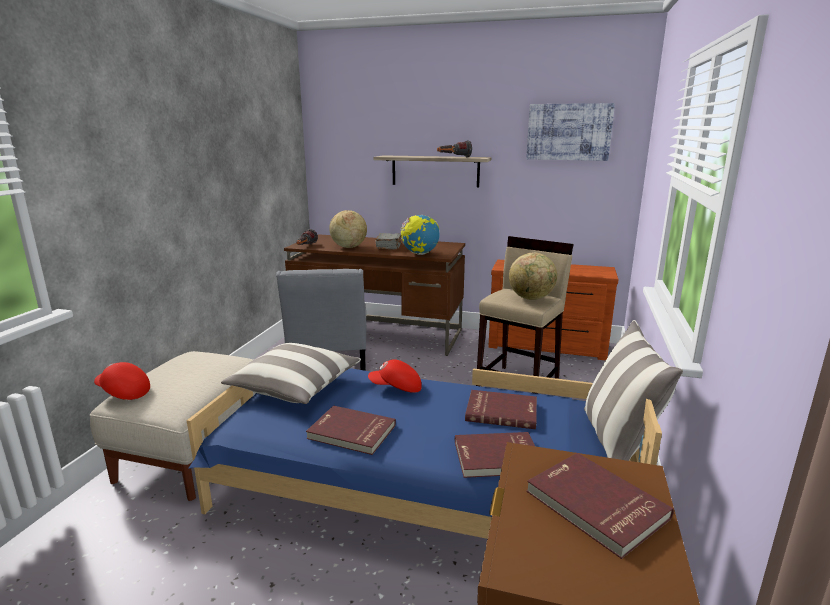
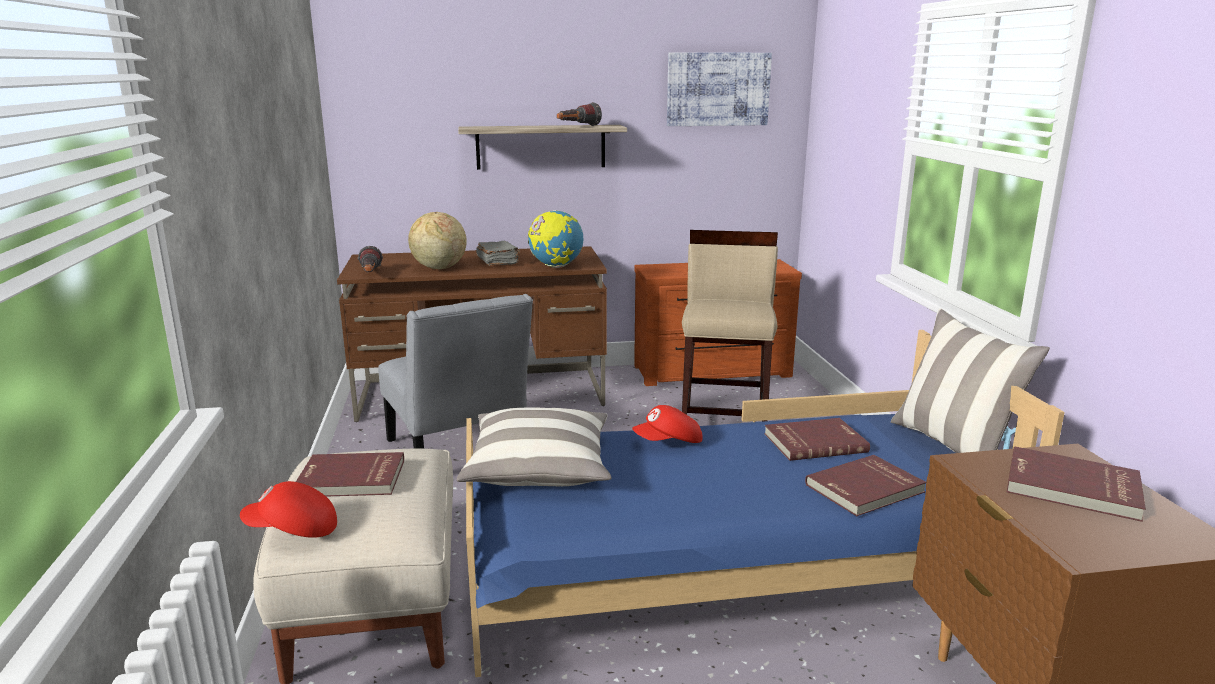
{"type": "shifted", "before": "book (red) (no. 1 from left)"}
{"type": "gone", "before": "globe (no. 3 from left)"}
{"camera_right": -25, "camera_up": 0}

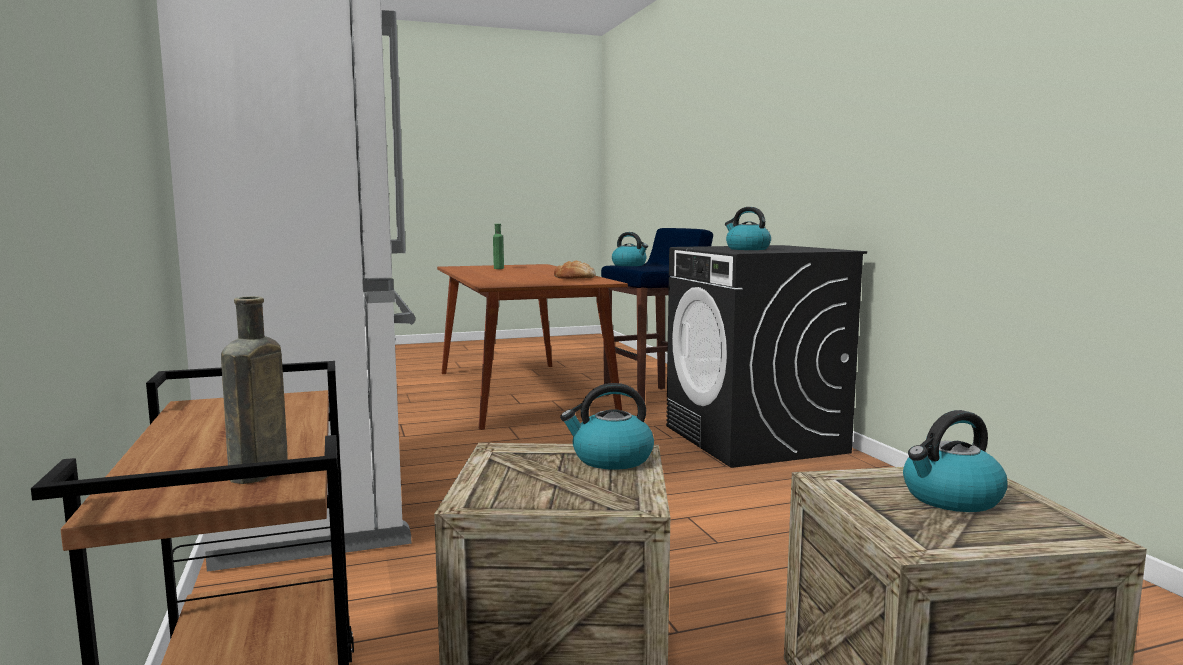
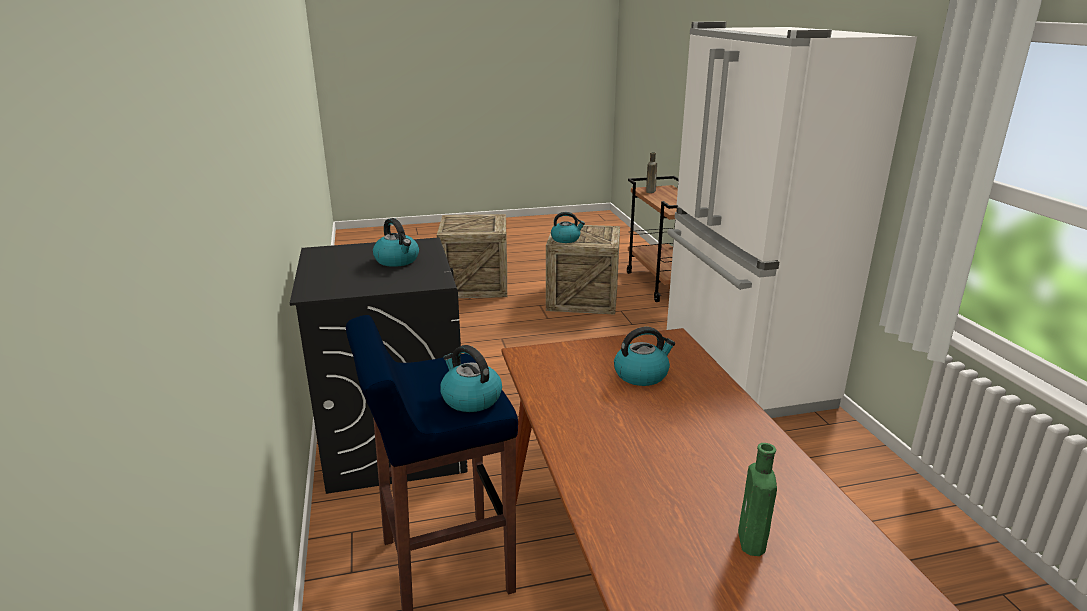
{"type": "gone", "before": "bread"}
{"type": "shifted", "before": "kettle (no. 4 from left)"}
{"camera_right": -175, "camera_up": 15}

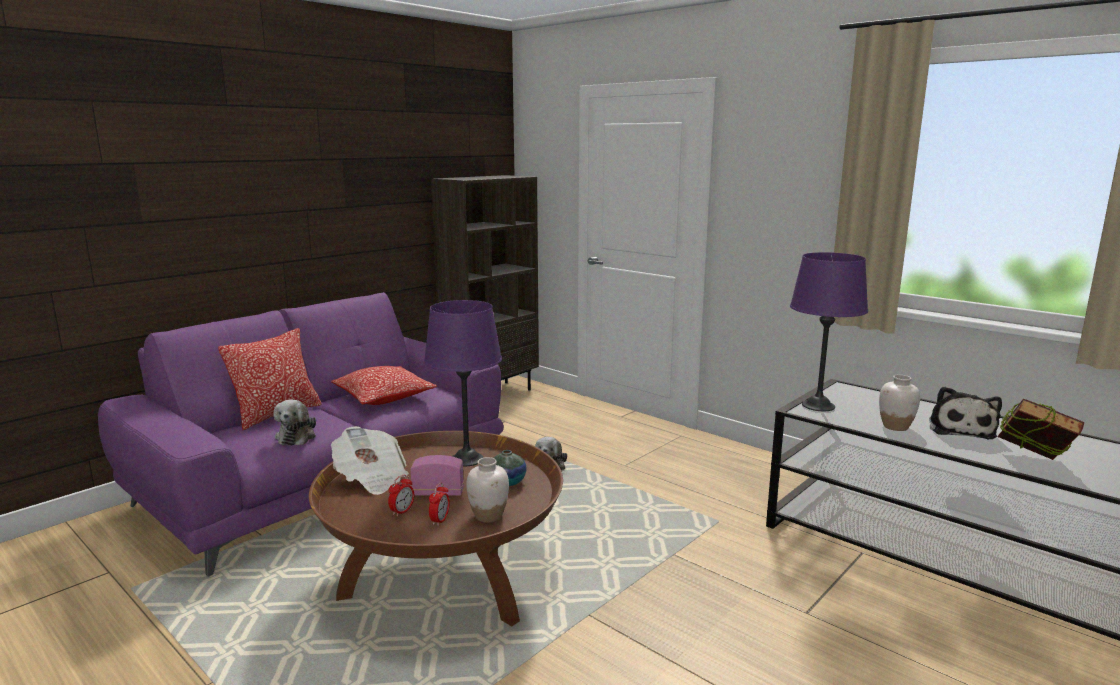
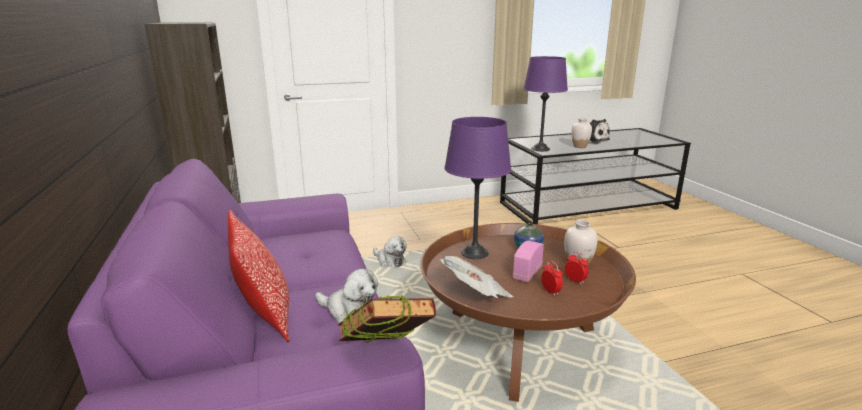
{"type": "gone", "before": "pillow (no. 2 from left)"}
{"type": "shifted", "before": "book"}
{"camera_right": -60, "camera_up": 5}

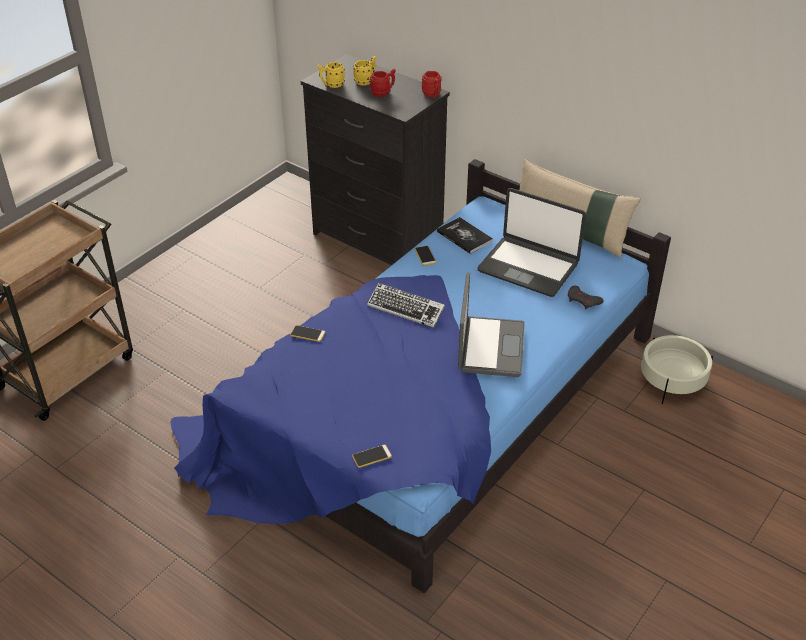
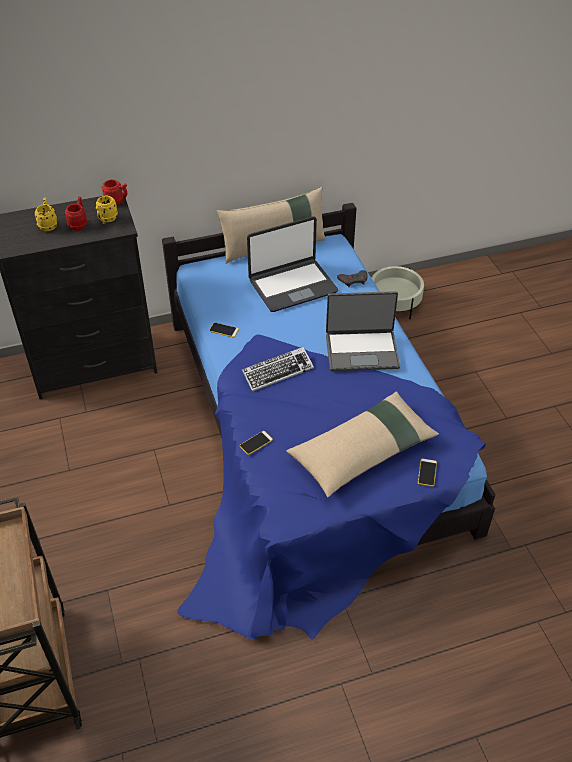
{"type": "shifted", "before": "mug (yellow) (no. 1 from left in the first image)", "after": "mug (yellow) (no. 2 from left)"}
{"type": "gone", "before": "book"}
{"type": "rotated", "before": "laptop (no. 1 from left in the first image)", "turn": 135}
{"type": "new", "after": "pillow (beige) (no. 2 from left)"}
{"camera_right": -55, "camera_up": 5}

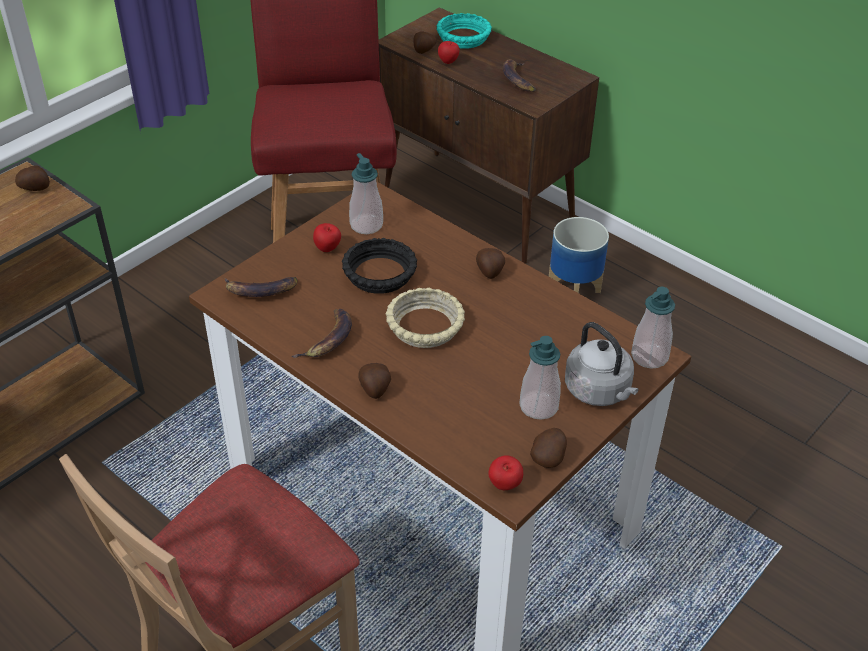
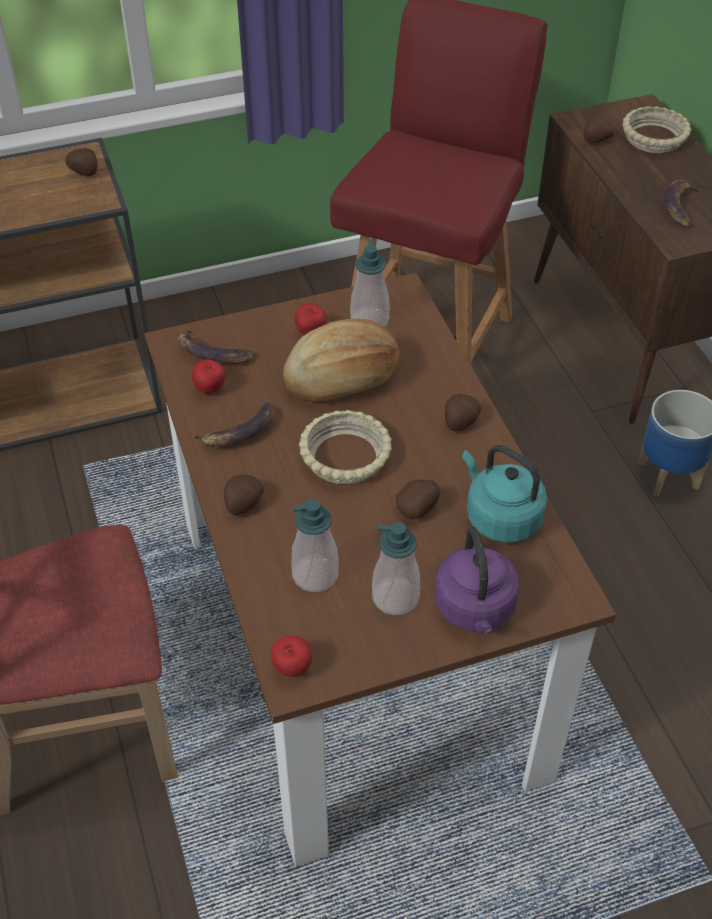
{"type": "swapped", "before": "bowl (black)", "after": "bread"}
{"type": "repainted", "before": "bowl (turquoise)", "after": "bowl (beige) (no. 2 from left)"}
{"type": "shifted", "before": "apple (no. 2 from left in the first image)", "after": "apple (no. 1 from left)"}
{"type": "shifted", "before": "potato (no. 5 from left in the first image)", "after": "potato (no. 3 from left)"}
{"type": "repainted", "before": "kettle (grey)", "after": "kettle (purple)"}
{"type": "shifted", "before": "soap dispenser (no. 3 from left in the first image)", "after": "soap dispenser (no. 1 from left)"}
{"type": "new", "after": "kettle (turquoise)"}
{"camera_right": 30, "camera_up": 5}

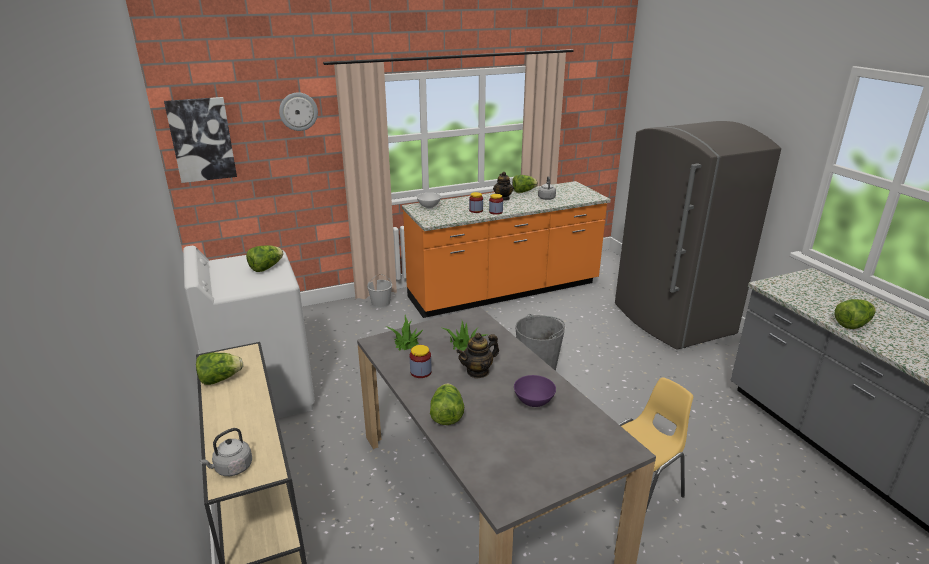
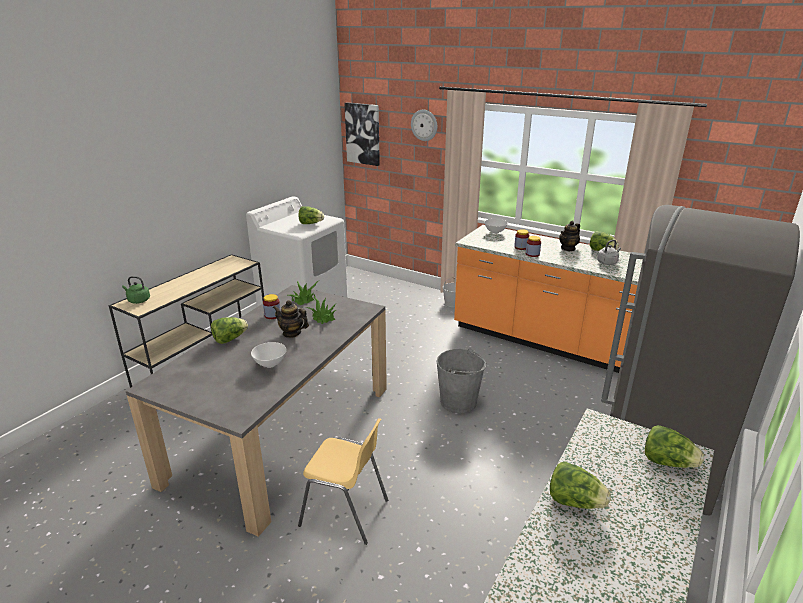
{"type": "shifted", "before": "lettuce (no. 1 from left in the first image)", "after": "lettuce (no. 5 from left)"}
{"type": "repainted", "before": "kettle (grey) (no. 1 from left)", "after": "kettle (green)"}
{"type": "repainted", "before": "bowl (purple)", "after": "bowl (white) (no. 1 from left)"}
{"camera_right": 55, "camera_up": 0}

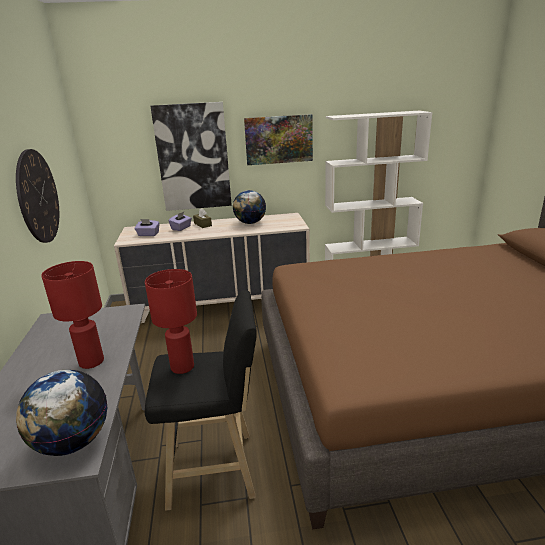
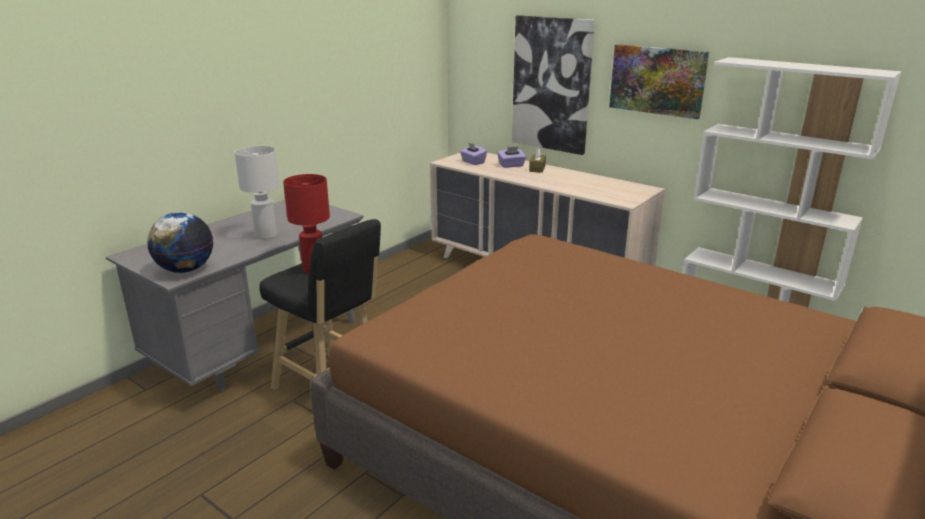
{"type": "gone", "before": "wall clock"}
{"type": "repainted", "before": "table lamp (red) (no. 1 from left)", "after": "table lamp (white)"}
{"type": "gone", "before": "globe (no. 2 from left)"}
{"camera_right": 45, "camera_up": 0}

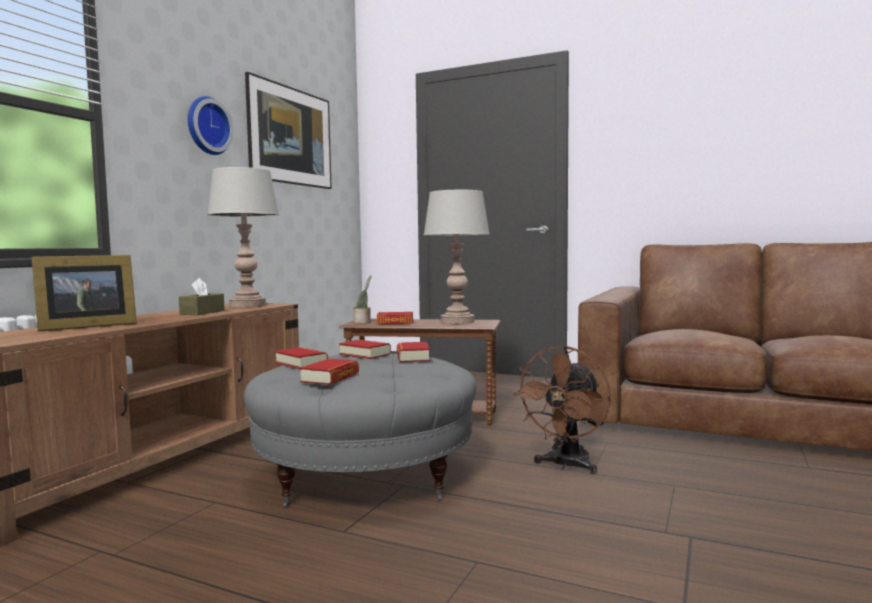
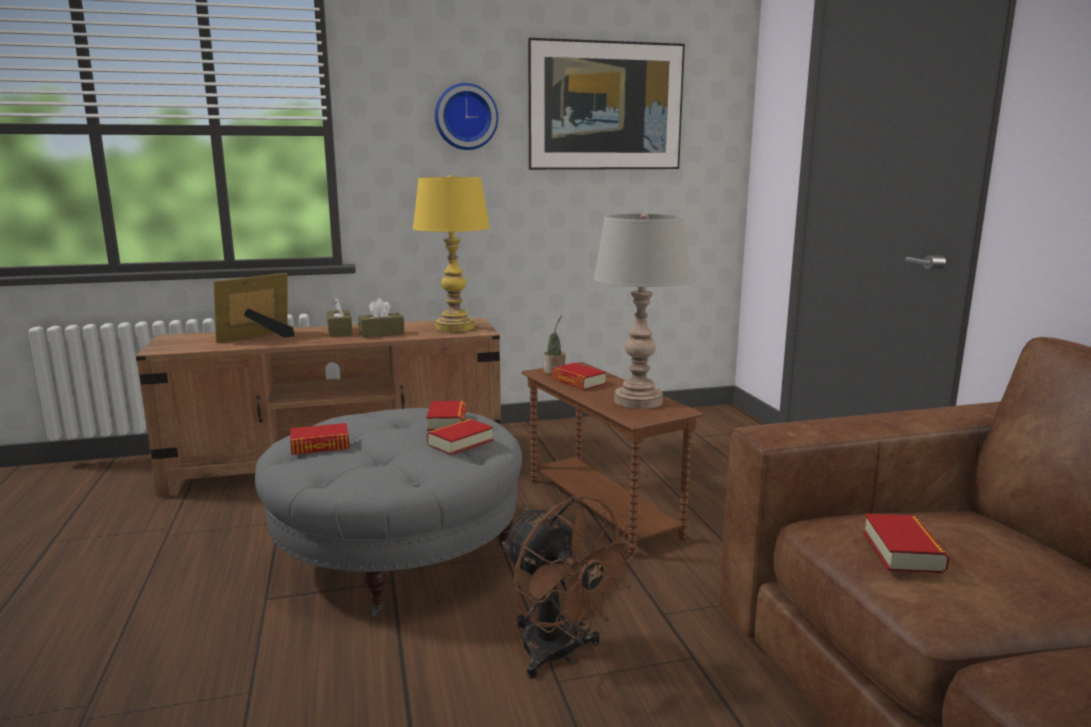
{"type": "rotated", "before": "picture frame", "turn": 120}
{"type": "repainted", "before": "table lamp (grey) (no. 1 from left)", "after": "table lamp (yellow)"}
{"type": "shifted", "before": "book (no. 1 from left in the first image)", "after": "book (no. 5 from left)"}
{"type": "rotated", "before": "fan (brown)", "turn": -120}
{"type": "new", "after": "tissue box (brown) (no. 1 from left)"}
{"camera_right": 50, "camera_up": 10}

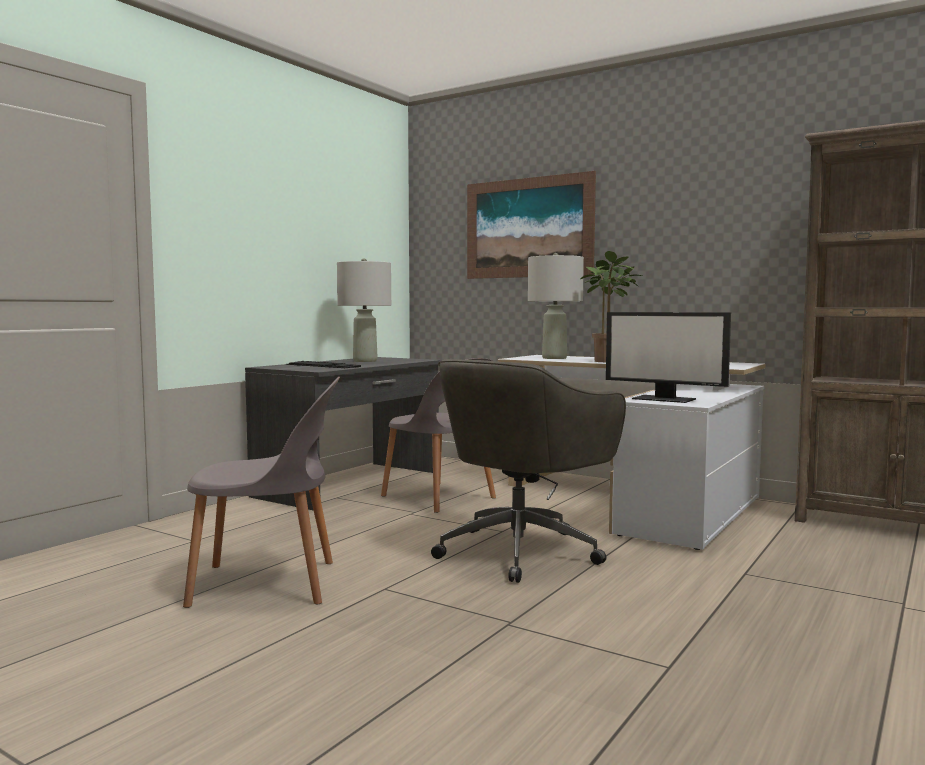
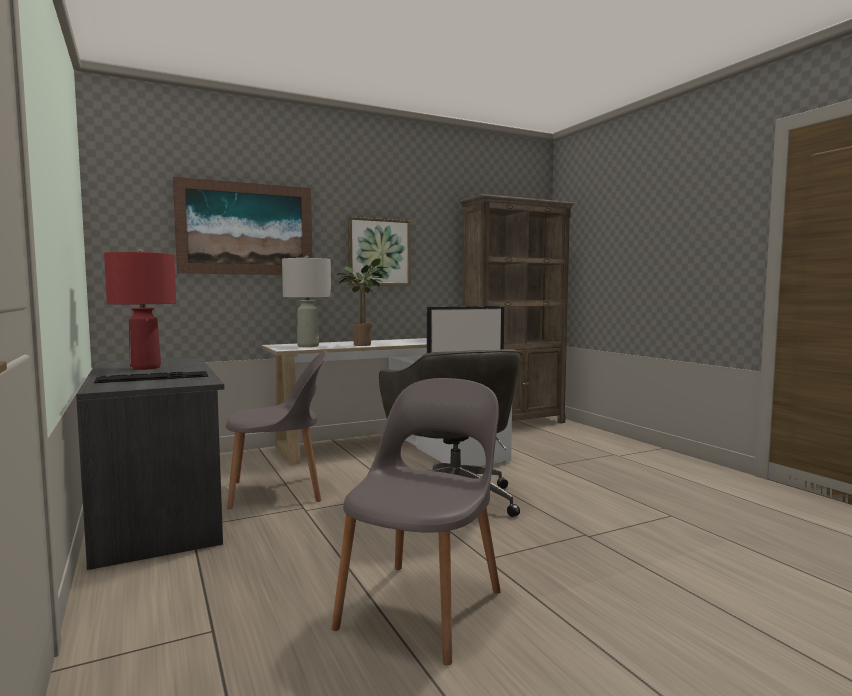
{"type": "repainted", "before": "table lamp (grey) (no. 1 from left)", "after": "table lamp (red)"}
{"type": "new", "after": "picture (no. 2 from left)"}
{"camera_right": -60, "camera_up": 0}

